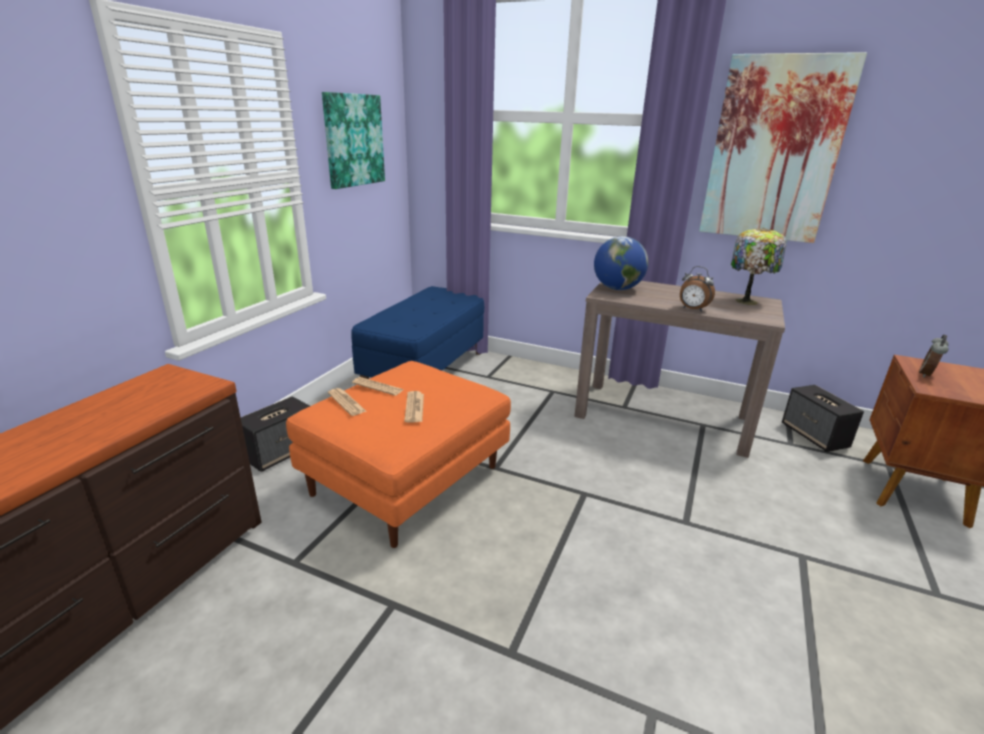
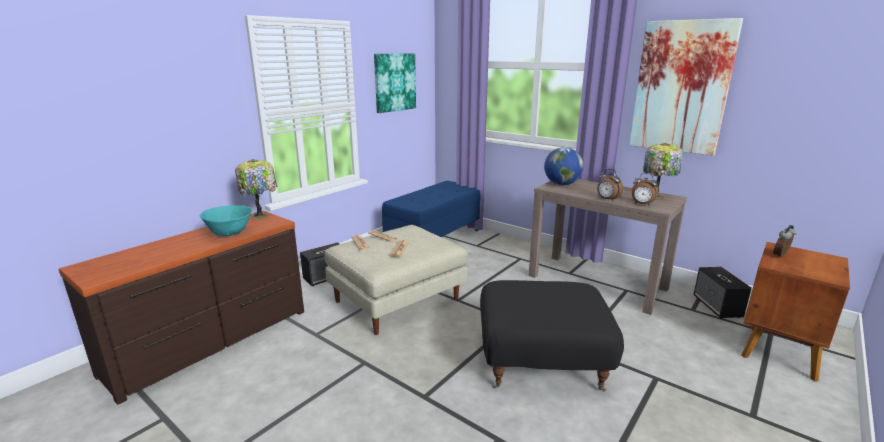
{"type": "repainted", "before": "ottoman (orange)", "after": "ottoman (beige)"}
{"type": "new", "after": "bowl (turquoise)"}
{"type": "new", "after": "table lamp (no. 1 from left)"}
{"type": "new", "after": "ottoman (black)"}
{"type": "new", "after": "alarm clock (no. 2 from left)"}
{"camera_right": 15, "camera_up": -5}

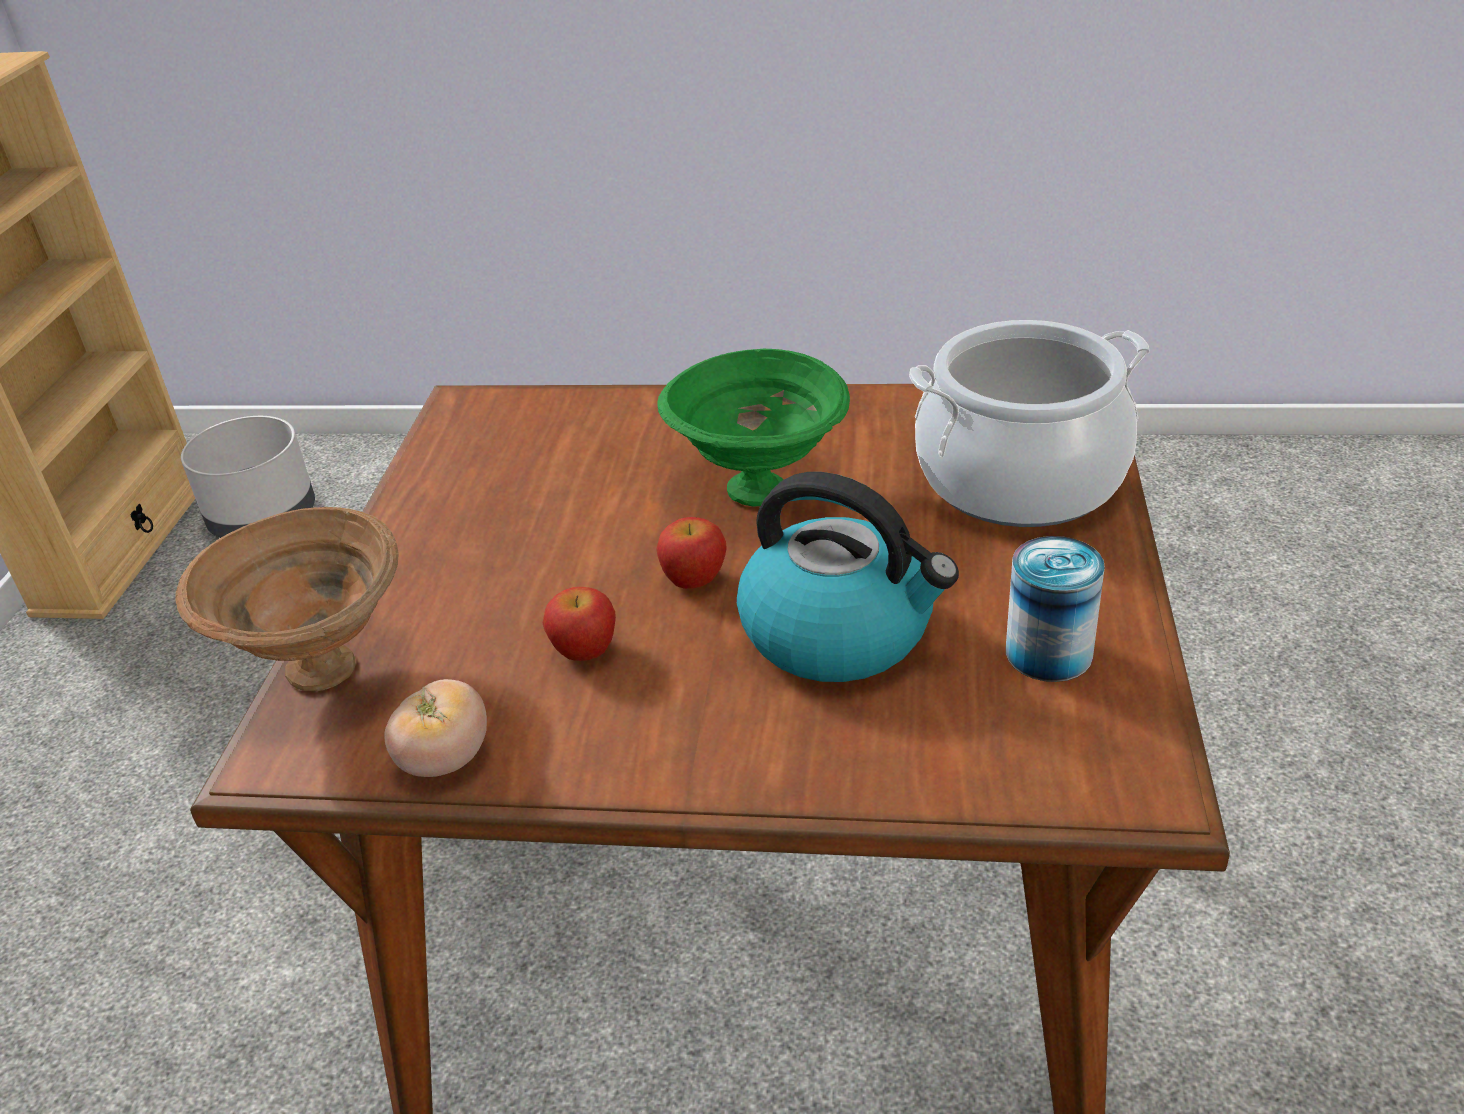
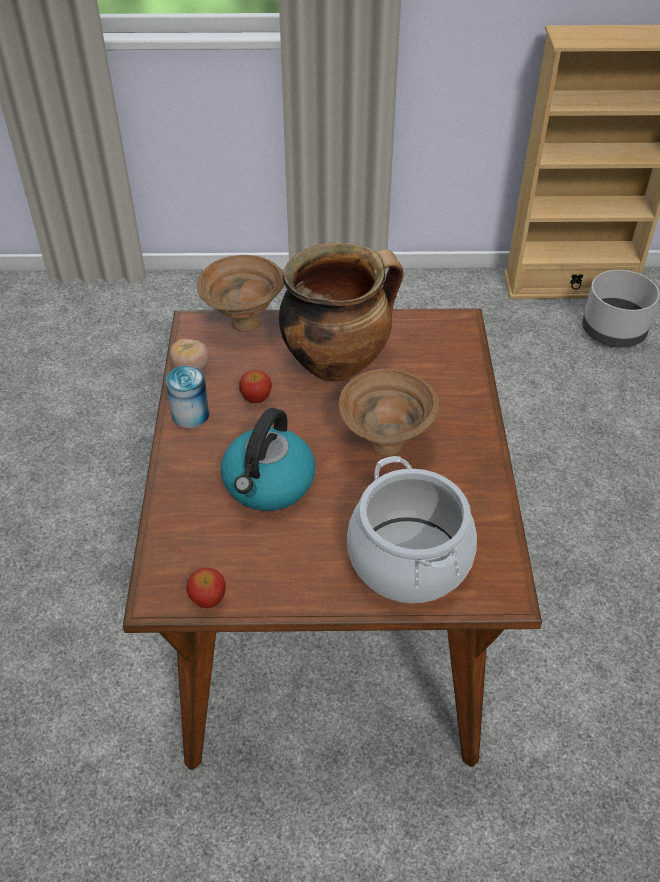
{"type": "shifted", "before": "apple (no. 2 from left in the first image)", "after": "apple (no. 1 from left)"}
{"type": "repainted", "before": "bowl (green)", "after": "bowl (brown) (no. 2 from left)"}
{"type": "shifted", "before": "can"}
{"type": "new", "after": "cooking pot (no. 1 from left)"}
{"camera_right": 80, "camera_up": 10}

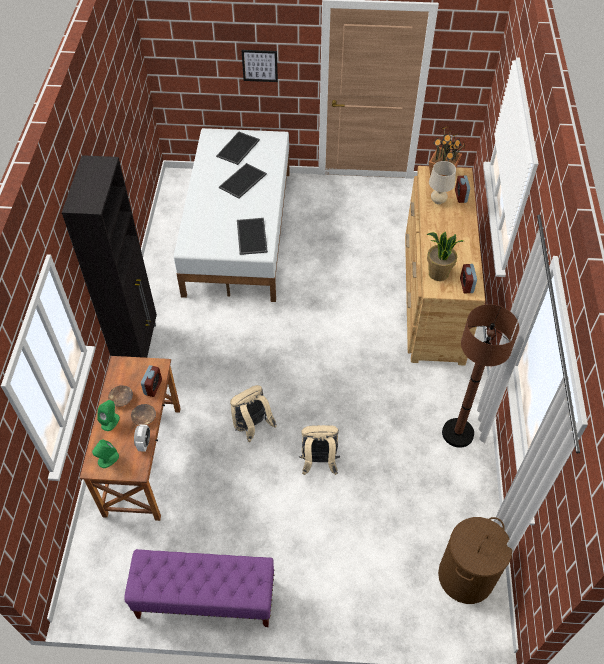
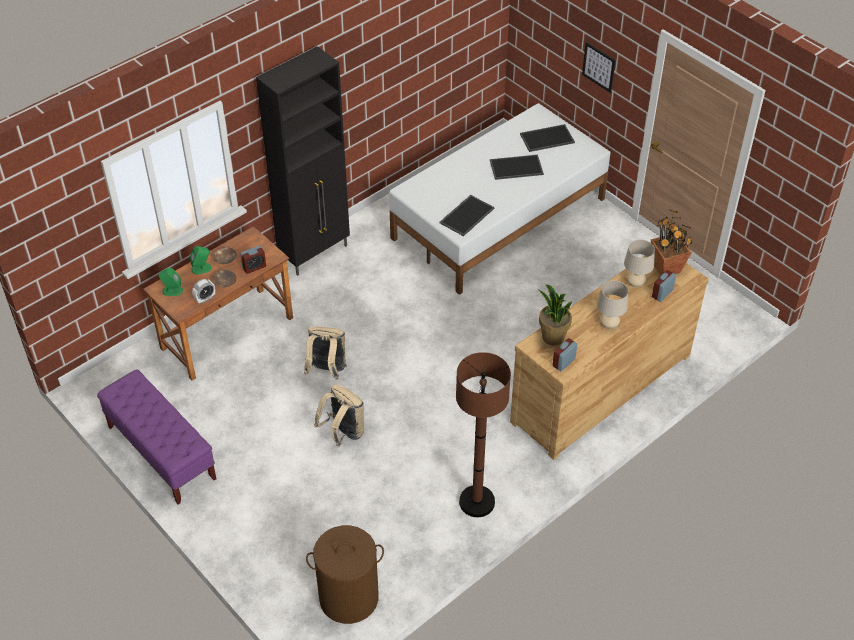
{"type": "new", "after": "table lamp (beige) (no. 1 from left)"}
{"camera_right": 45, "camera_up": -5}

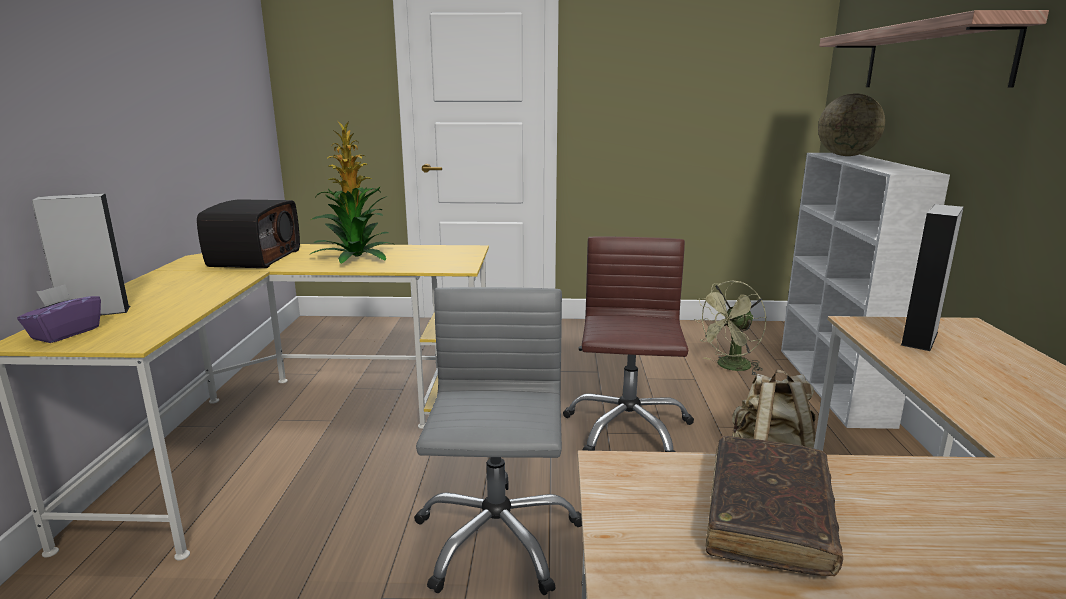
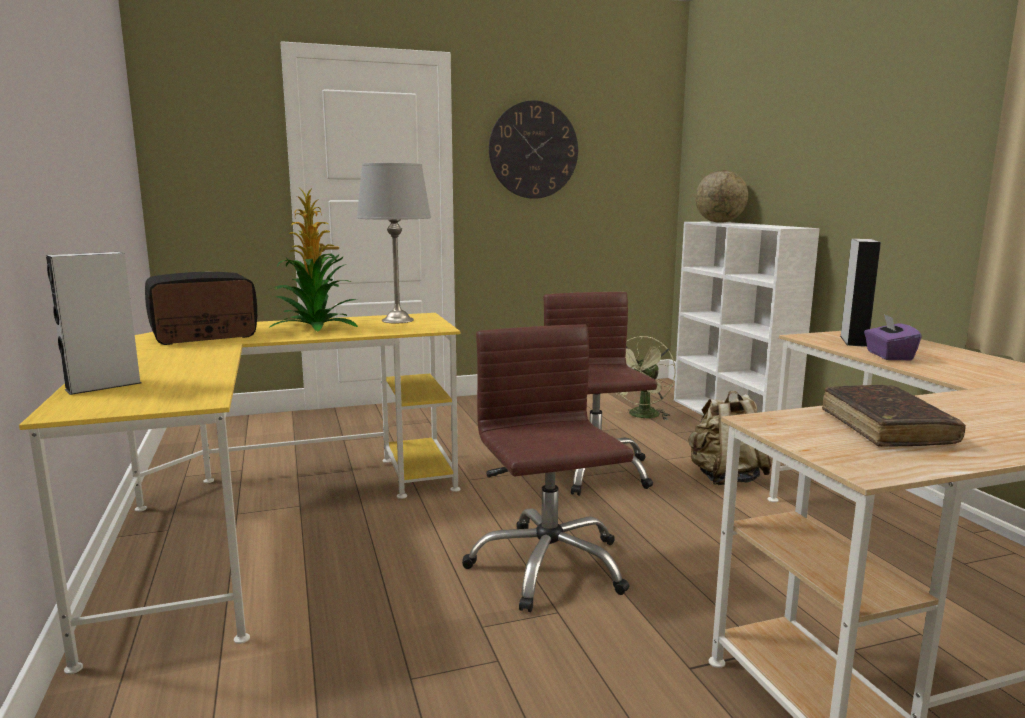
{"type": "shifted", "before": "tissue box (purple)"}
{"type": "rotated", "before": "radio", "turn": -105}
{"type": "repainted", "before": "office chair (grey)", "after": "office chair (brown) (no. 1 from left)"}
{"type": "gone", "before": "shelf"}
{"type": "new", "after": "table lamp (grey)"}
{"type": "new", "after": "wall clock"}
{"camera_right": -20, "camera_up": -5}

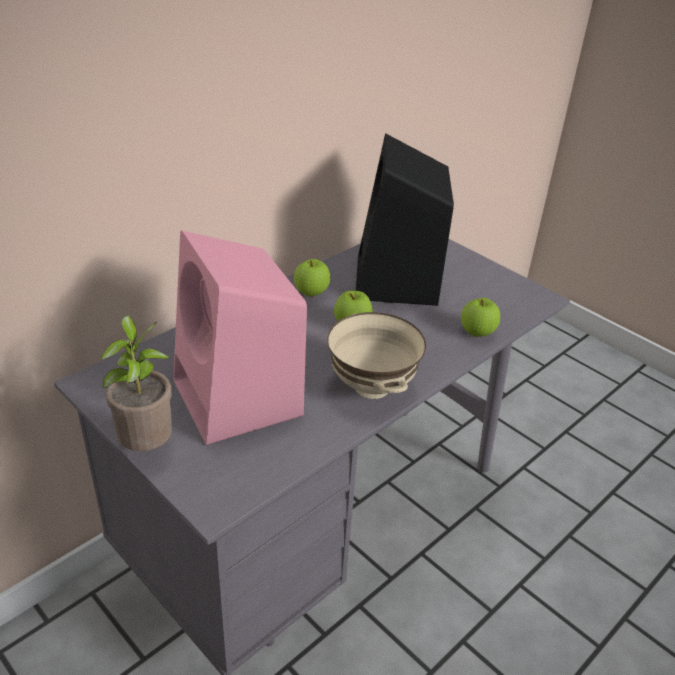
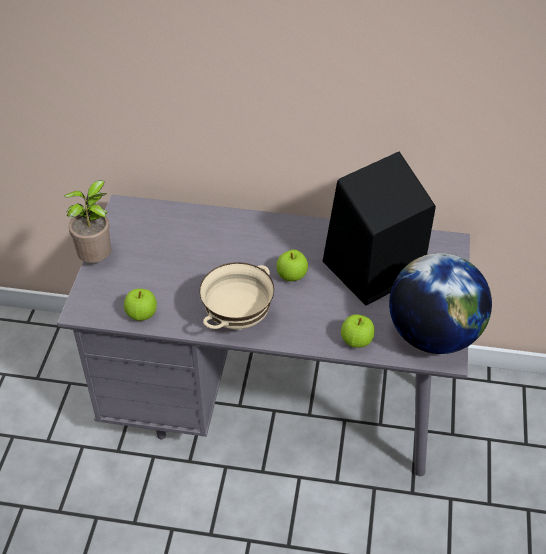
{"type": "gone", "before": "speaker (pink)"}
{"type": "shifted", "before": "apple (no. 1 from left)"}
{"type": "new", "after": "globe"}
{"camera_right": 55, "camera_up": 10}

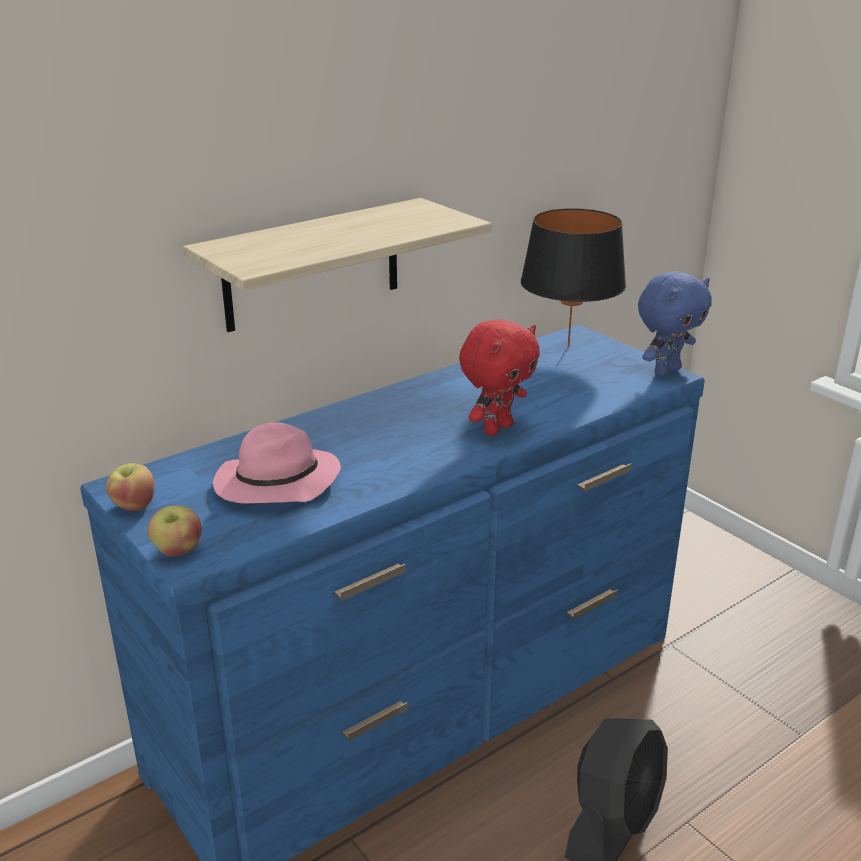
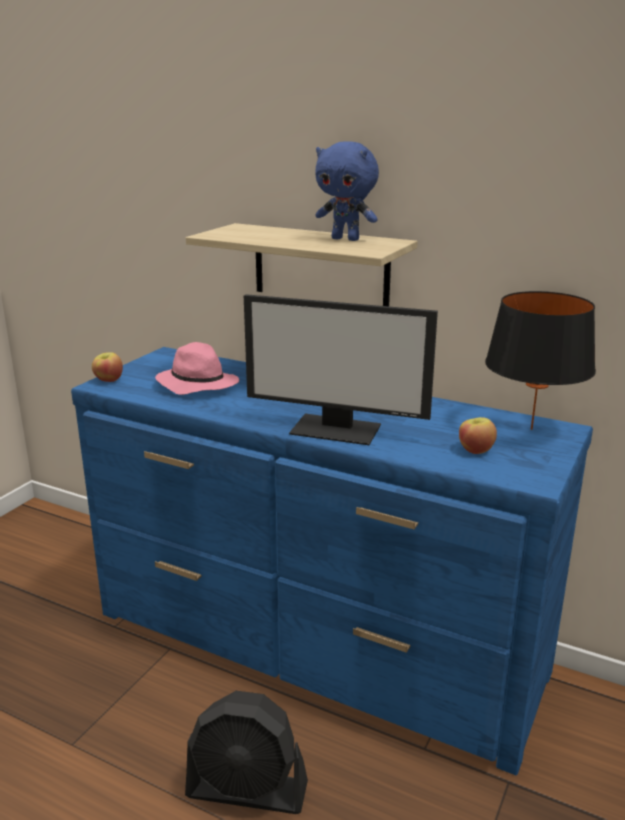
{"type": "shifted", "before": "apple (no. 1 from left in the first image)", "after": "apple (no. 2 from left)"}
{"type": "swapped", "before": "plush toy (red)", "after": "monitor"}
{"type": "shifted", "before": "plush toy (blue)"}
{"camera_right": 65, "camera_up": -5}

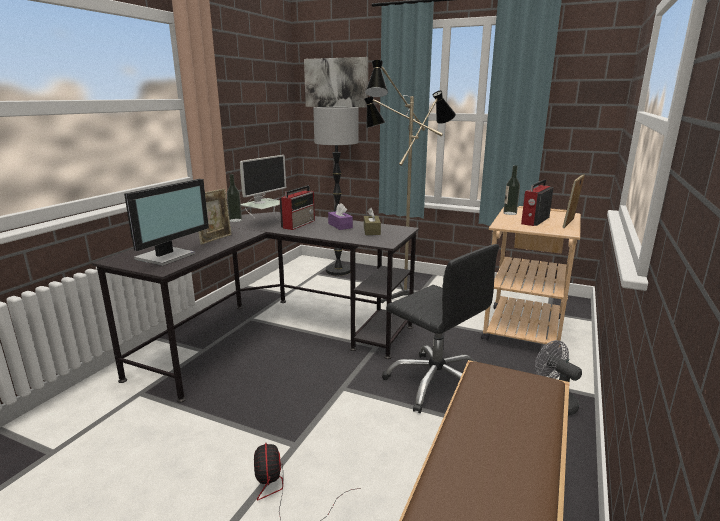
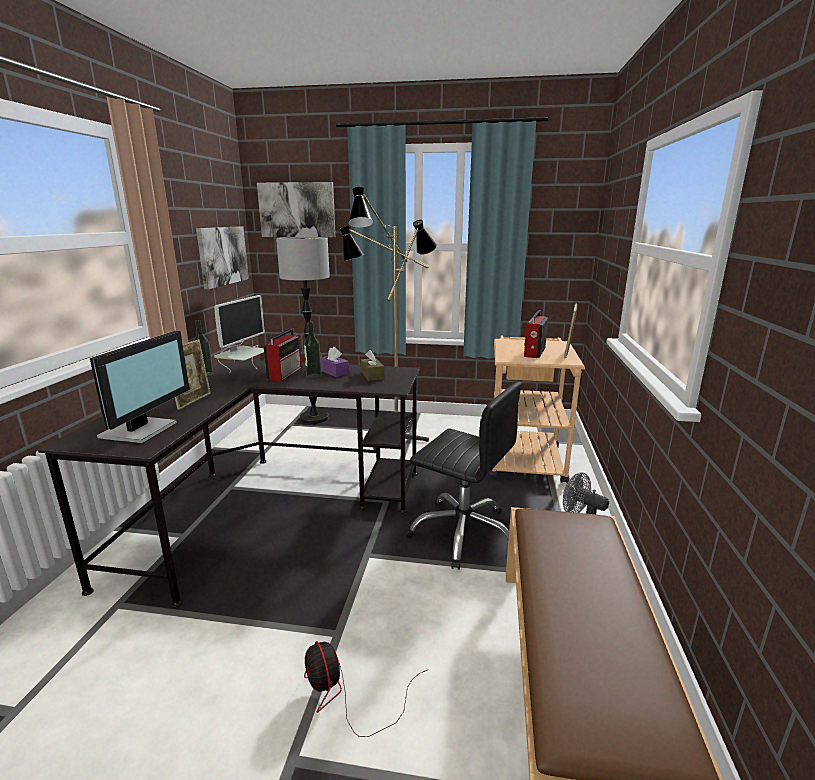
{"type": "shifted", "before": "bottle (no. 2 from left)"}
{"type": "new", "after": "picture (no. 1 from left)"}
{"camera_right": -15, "camera_up": 0}

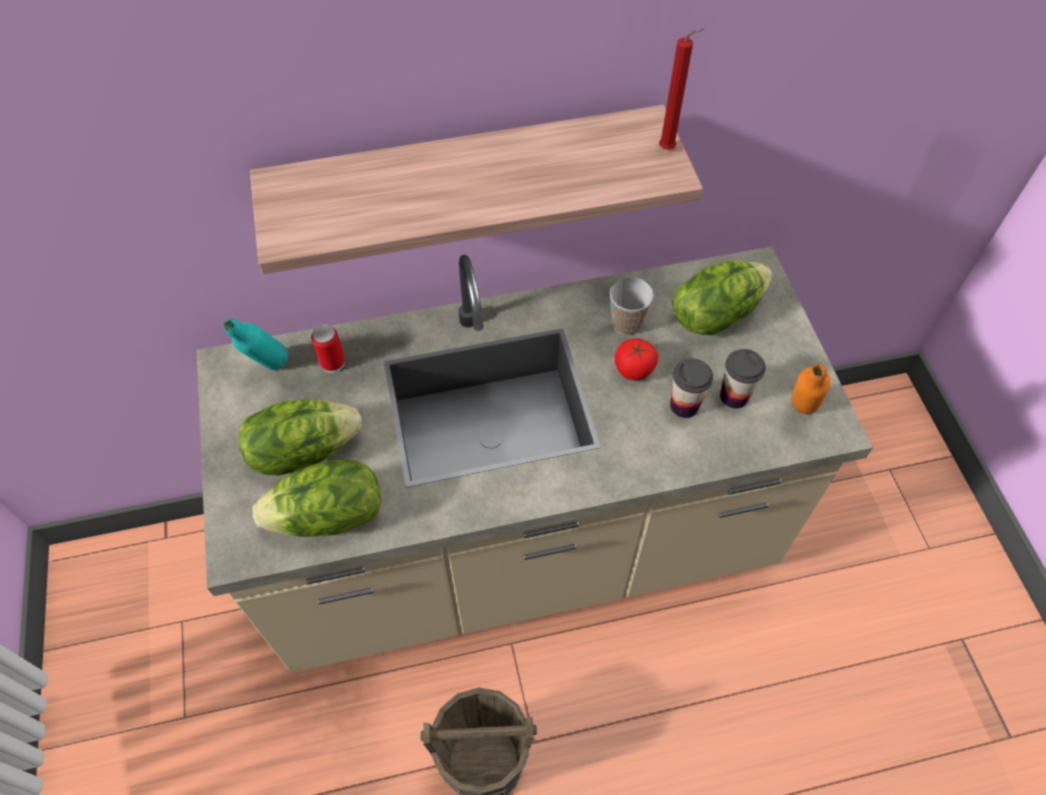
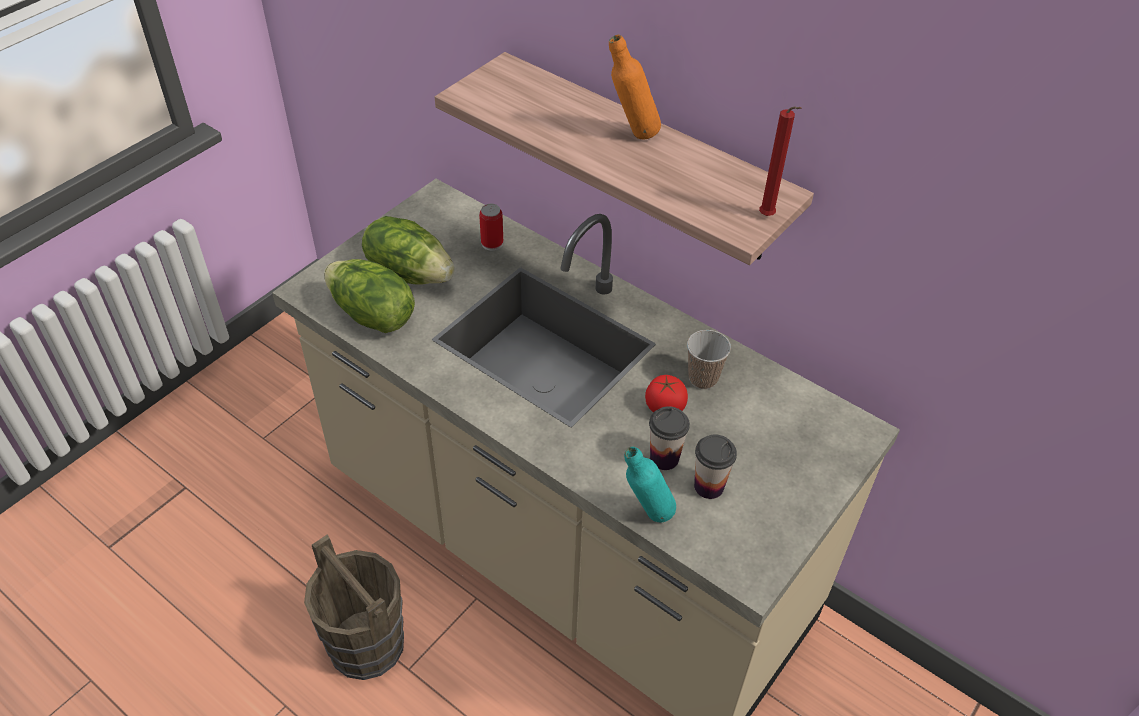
{"type": "shifted", "before": "bottle (turquoise)"}
{"type": "gone", "before": "lettuce (no. 3 from left)"}
{"type": "shifted", "before": "bottle (orange)"}
{"camera_right": 50, "camera_up": -10}

